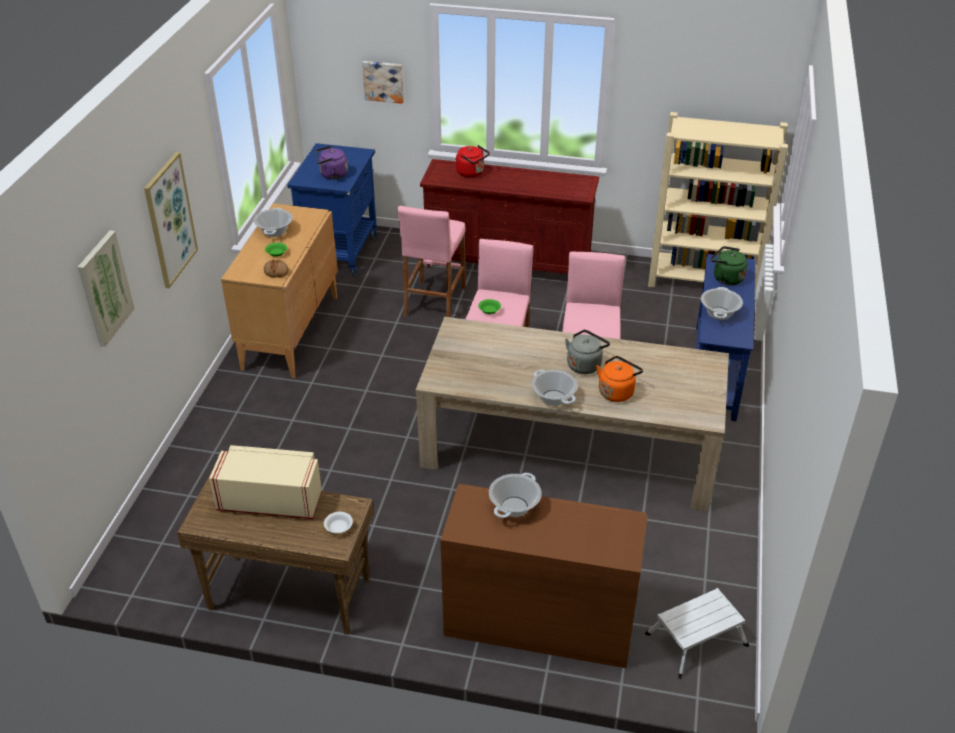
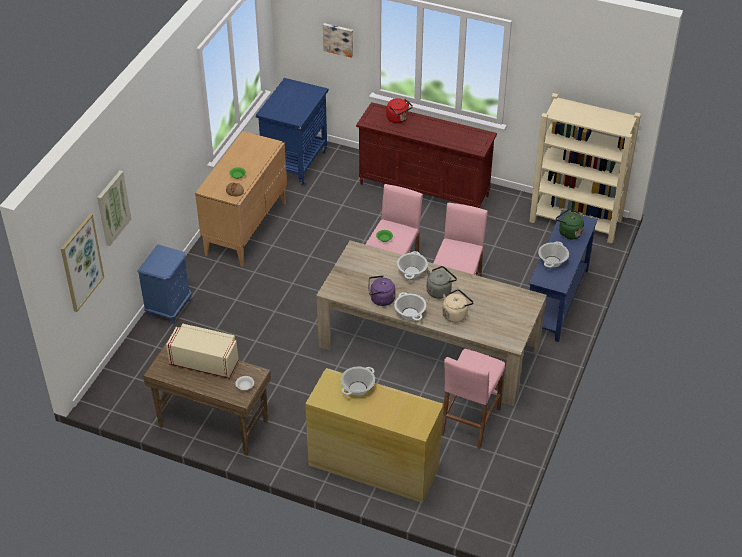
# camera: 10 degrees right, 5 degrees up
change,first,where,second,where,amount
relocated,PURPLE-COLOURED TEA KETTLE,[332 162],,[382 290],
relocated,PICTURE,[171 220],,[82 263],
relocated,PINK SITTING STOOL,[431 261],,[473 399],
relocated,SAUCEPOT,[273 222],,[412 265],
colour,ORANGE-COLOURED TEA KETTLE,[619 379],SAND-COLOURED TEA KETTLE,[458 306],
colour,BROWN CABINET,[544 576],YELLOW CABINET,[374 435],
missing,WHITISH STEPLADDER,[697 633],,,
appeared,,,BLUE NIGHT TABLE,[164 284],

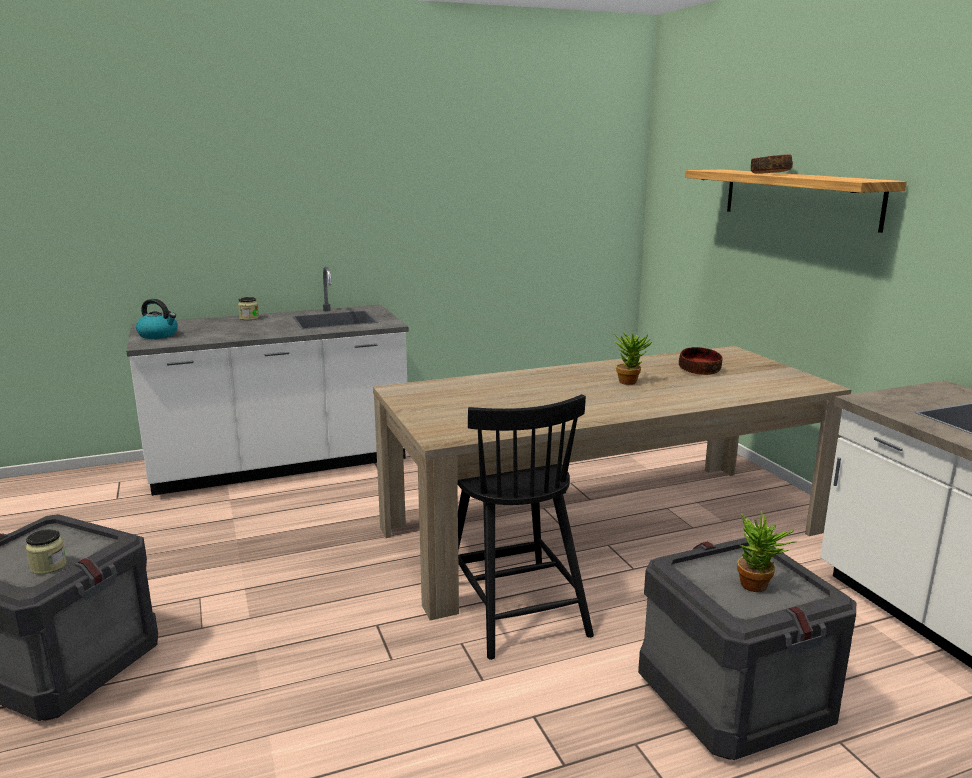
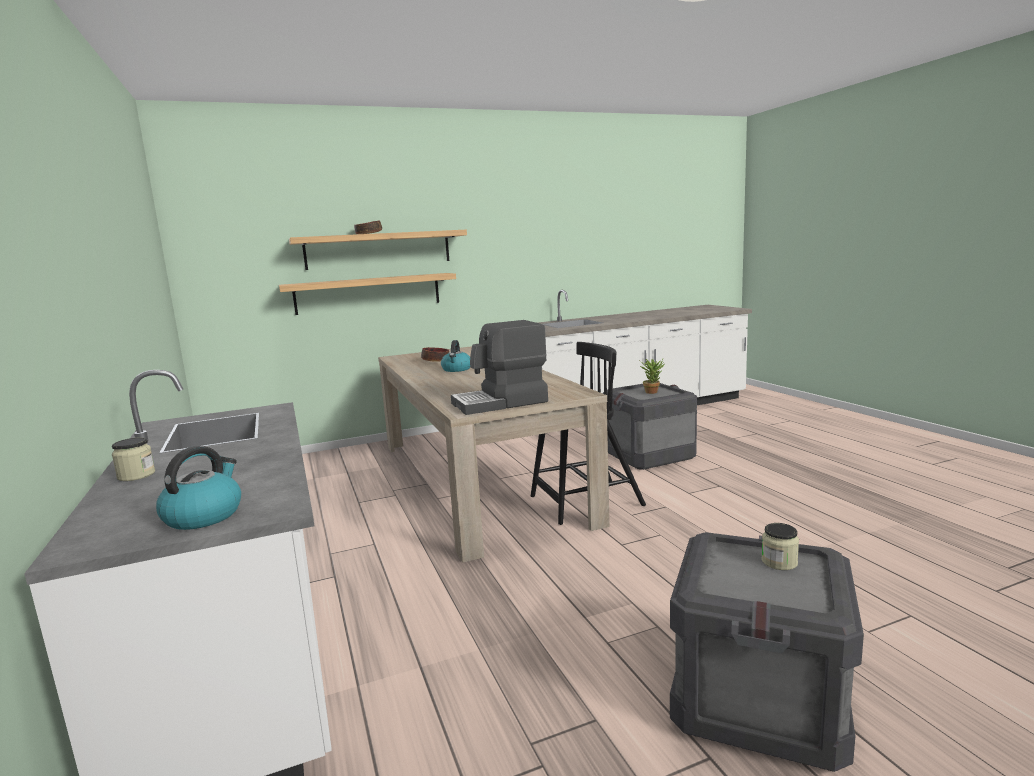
# camera: 90 degrees left, 5 degrees down
change,first,where,second,where,amount
exchanged,HOUSEPLANT,[632 359],TEA KETTLE,[455 356],
appeared,,,BRACKET SHELF,[367 294],
appeared,,,COFFEE BREWER,[499 367],

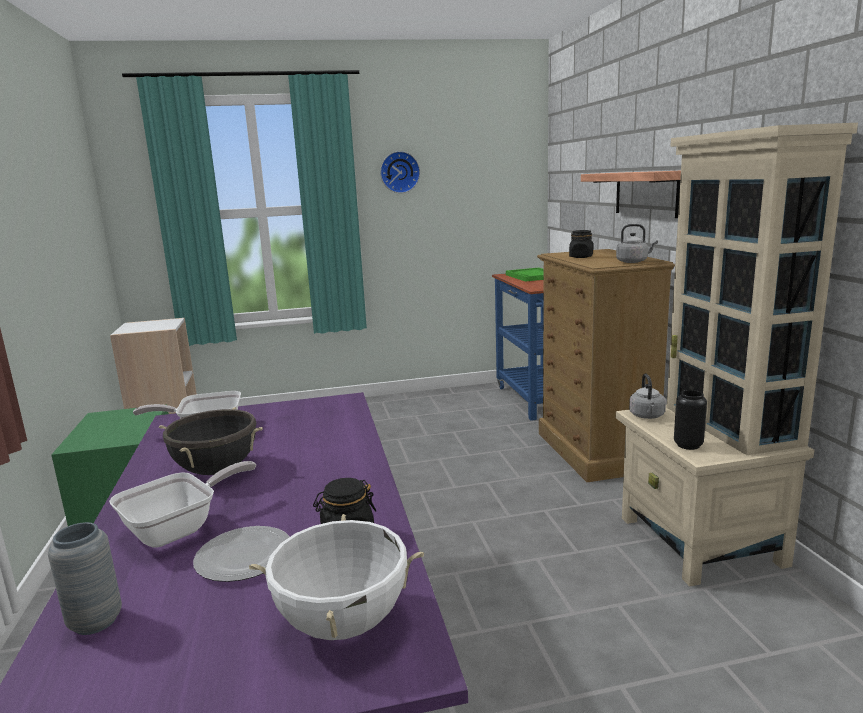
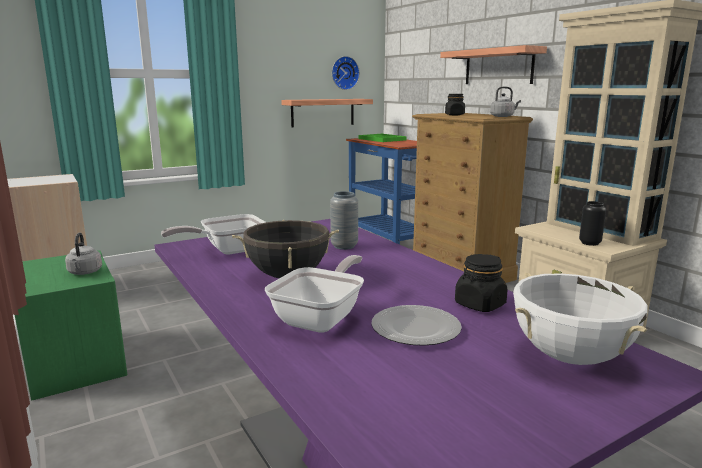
# camera: 20 degrees left, 0 degrees up
change,first,where,second,where,amount
relocated,HANGING CLOCK,[400 172],,[346 73],
relocated,GREYISH TEA KETTLE,[647 396],,[83 254],
relocated,GREYISH DECORATIVE VASE,[85 578],,[344 220],
appeared,,,BRACKET SHELF,[327 113],

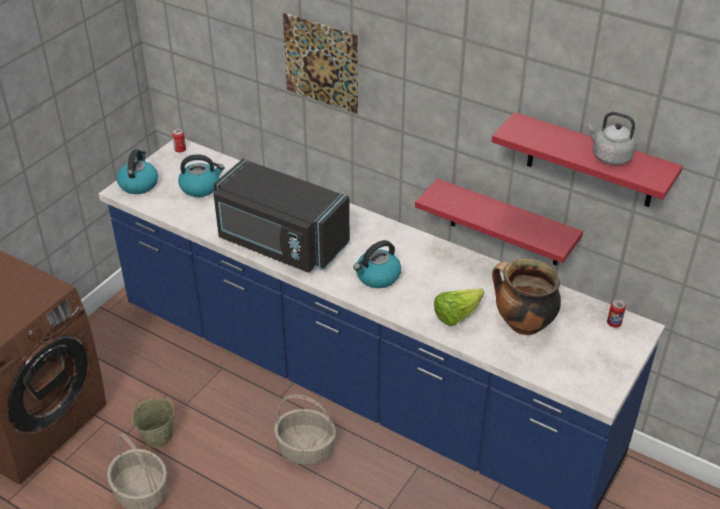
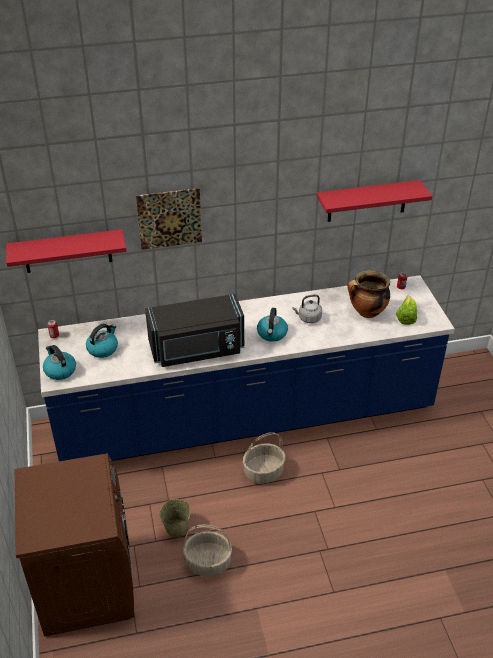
# camera: 45 degrees left, 0 degrees up
change,first,where,second,where,amount
relocated,GREYISH TEA KETTLE,[611 138],,[307 308],
relocated,RED BRACKET SHELF,[499 222],,[66 251],
relocated,LETTUCE HEAD,[459 307],,[406 310],

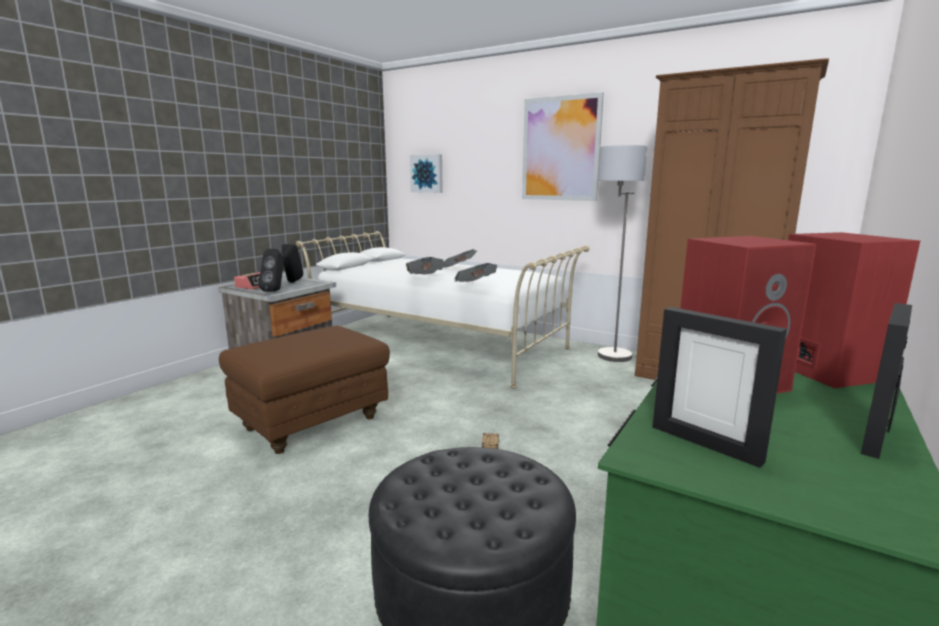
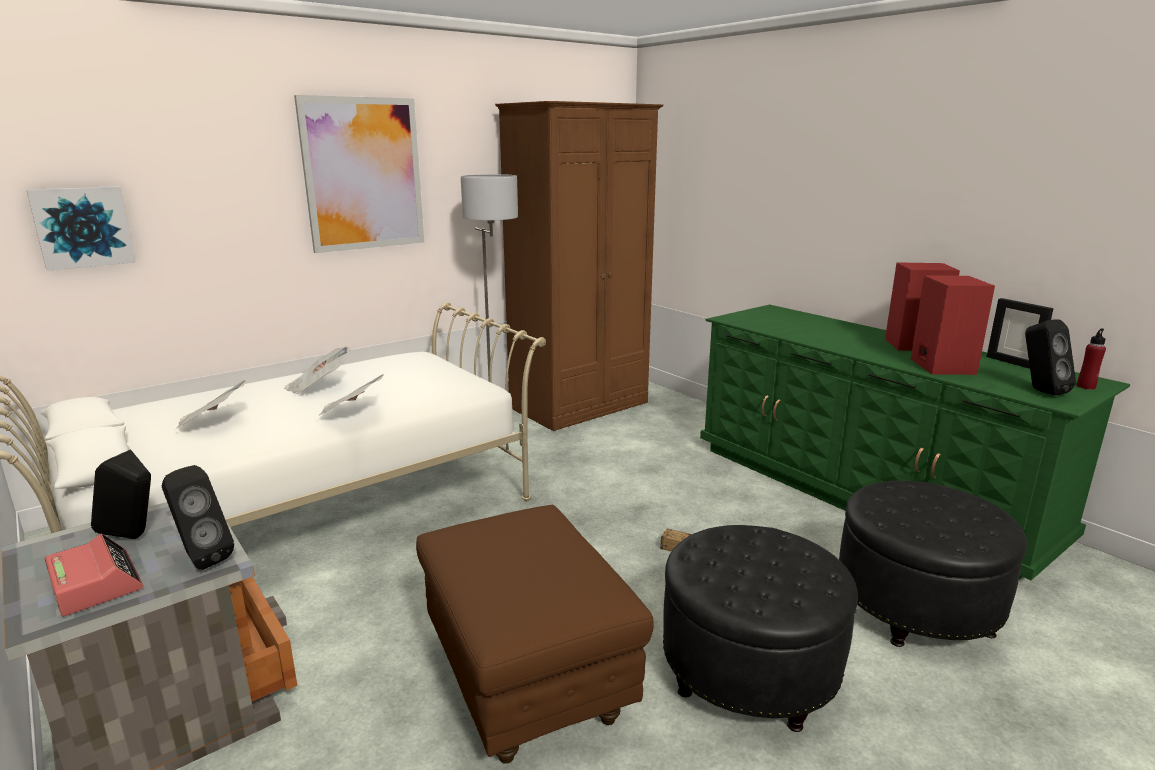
# camera: 70 degrees left, 5 degrees up
change,first,where,second,where,amount
relocated,NEWSPAPER,[476 272],,[211 404],
exchanged,PICTURE FRAME,[720 387],BLACKISH SPEAKER,[1050 357],
appeared,,,RED BEVERAGE BOTTLE,[1091 359],
appeared,,,BLACKISH POUFFE,[760 628],

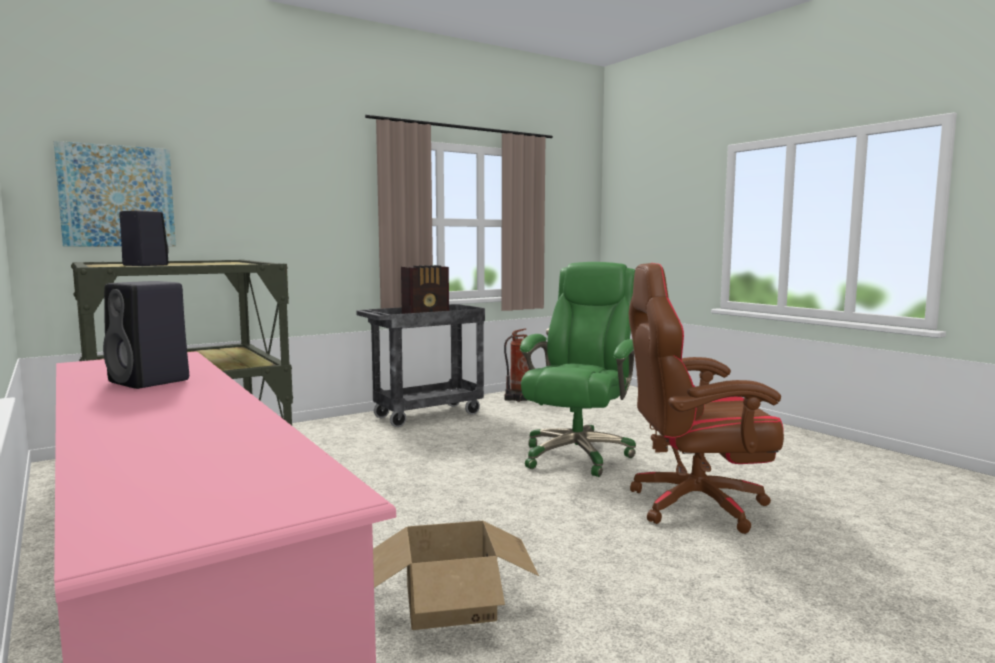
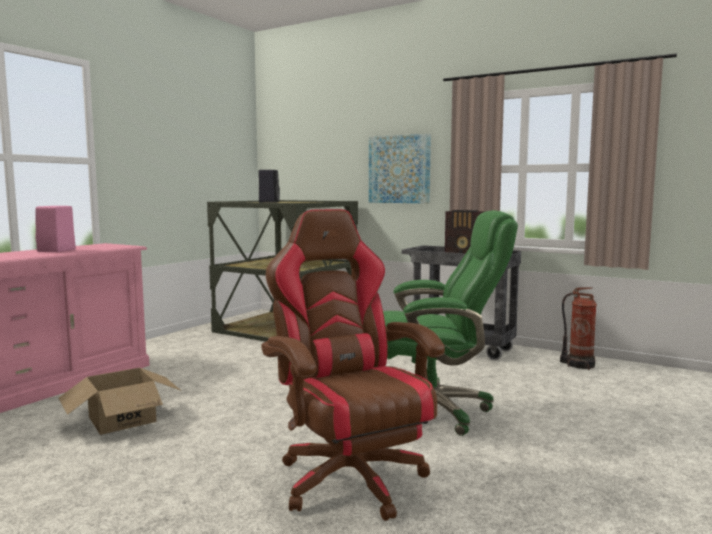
# camera: 65 degrees right, 0 degrees up
change,first,where,second,where,amount
relocated,PICTURE,[115 194],,[400 169],
colour,BLACKISH SPEAKER,[146 335],PINK SPEAKER,[55 229],

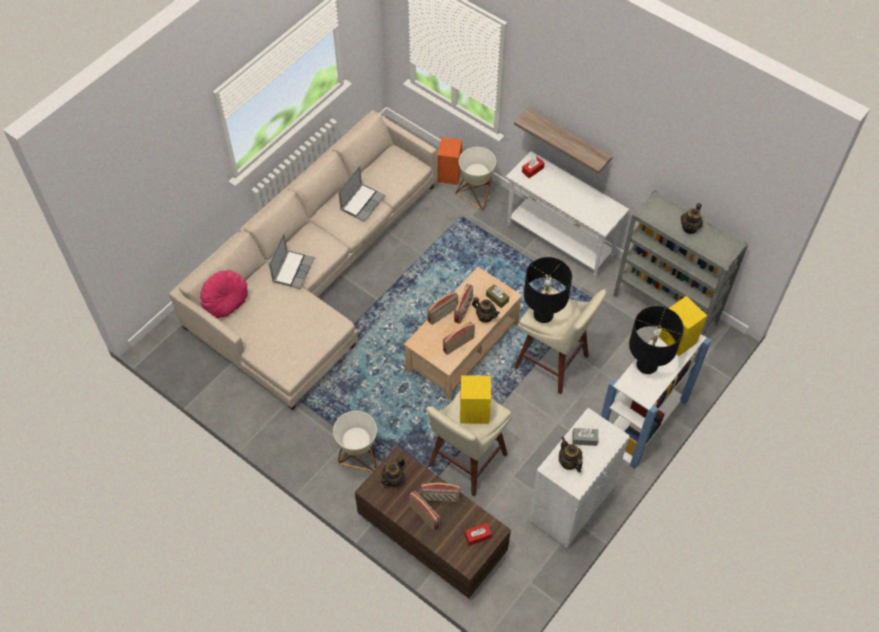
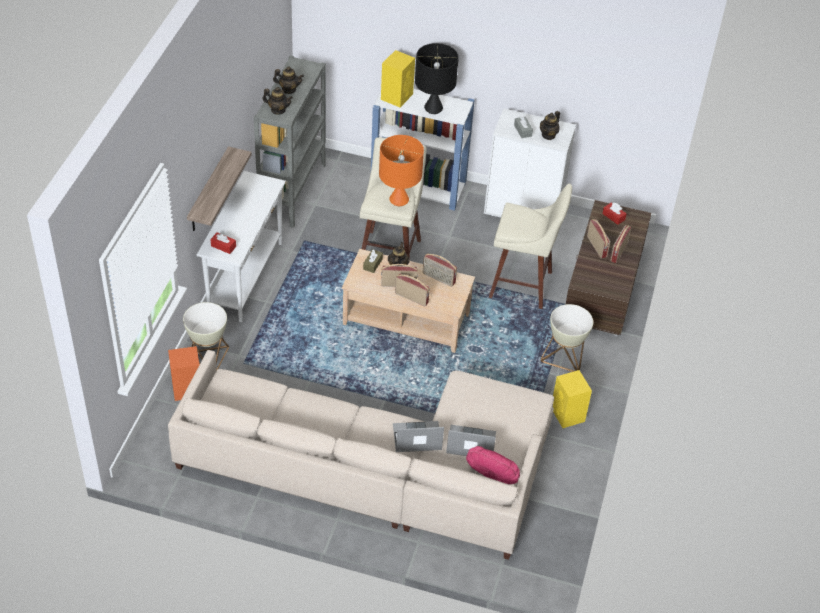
# camera: 115 degrees left, 10 degrees down
change,first,where,second,where,amount
relocated,LAPTOP,[361 193],,[471 440],
colour,BLACKISH TABLETOP LAMP,[548 290],ORANGE-COLOURED TABLETOP LAMP,[401 170],
relocated,YELLOW SPEAKER,[475 399],,[572 399],
relocated,TEA POT,[393 472],,[277 101],

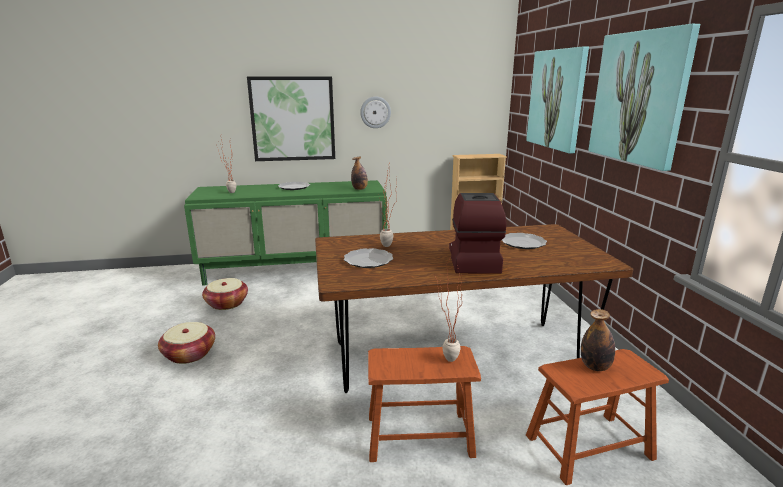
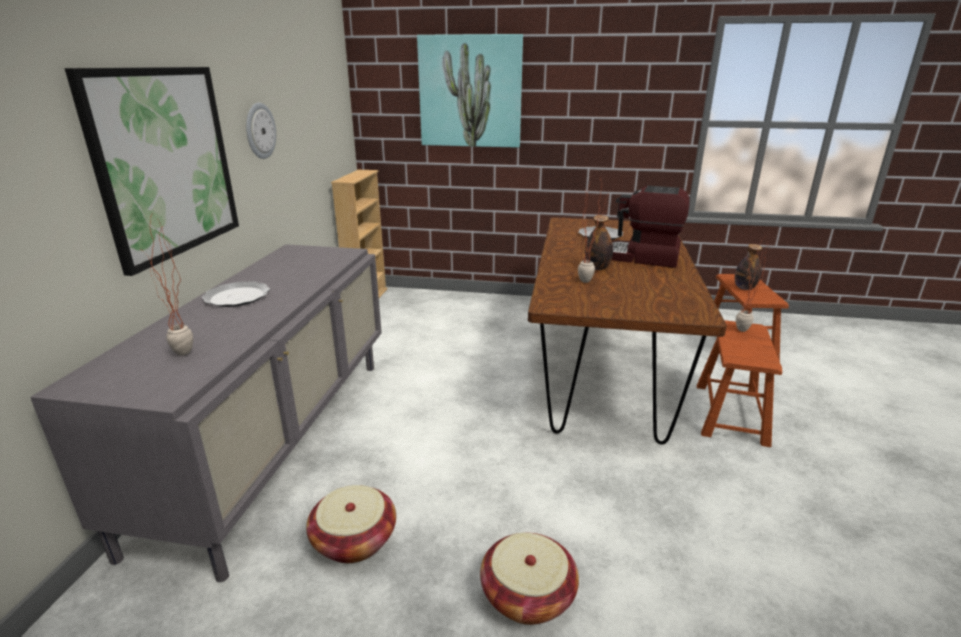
# camera: 70 degrees left, 5 degrees up
change,first,where,second,where,amount
missing,PICTURE,[644 97],,,
relocated,BEVERAGE BOTTLE,[359 173],,[599 242],
colour,GREEN CABINET,[285 233],GREYISH CABINET,[206 413],
missing,PLATE,[369 258],,,

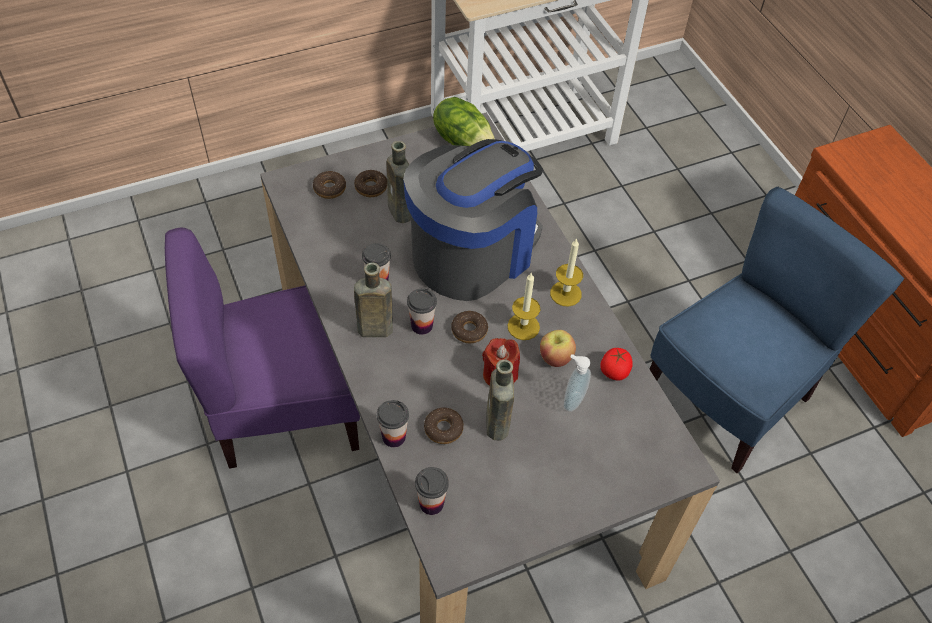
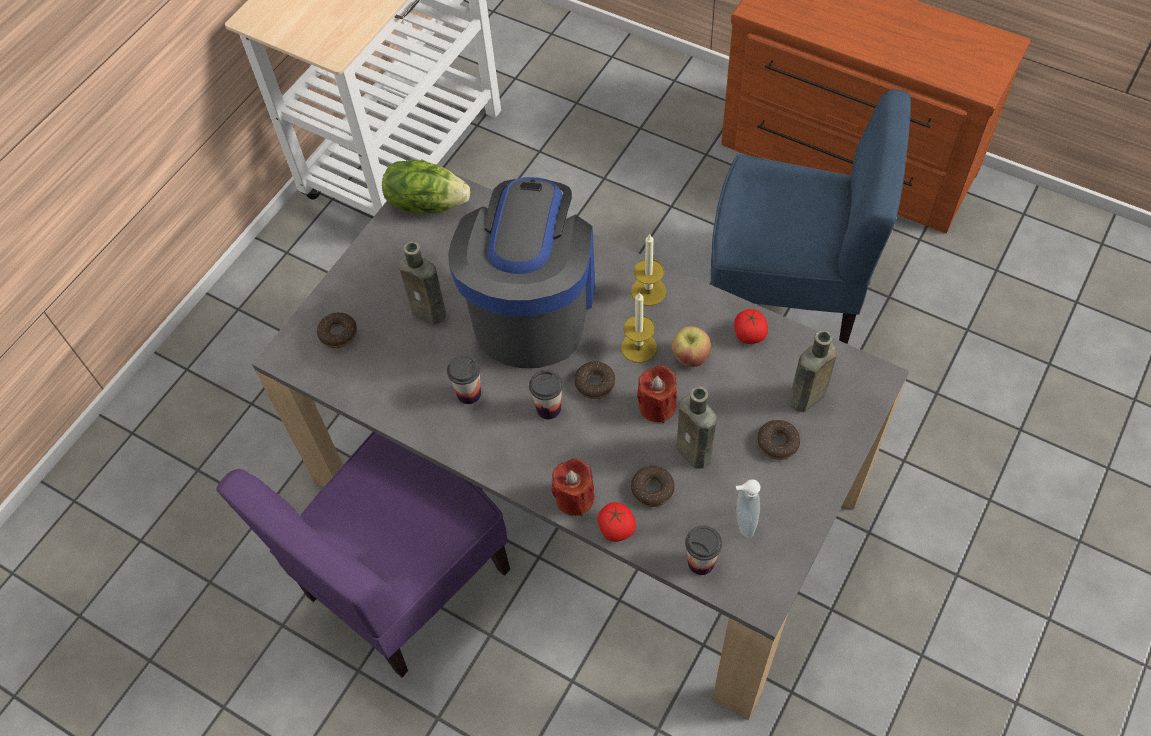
# camera: 30 degrees left, 5 degrees up
change,first,where,second,where,amount
relocated,DOUGHNUT,[370 183],,[778 440],
spun,BLUE UPRIGHT CHAIR,[777 330],,[811 216],90 degrees clockwise
relocated,BROWN BEVERAGE BOTTLE,[373 299],,[813 371],
relocated,SOAP BOTTLE,[577 383],,[748 508],
exchanged,SMALL CUP,[393 423],FRESH TOMATO,[616 522],
appeared,,,RED WAX CANDLE,[573 487],

